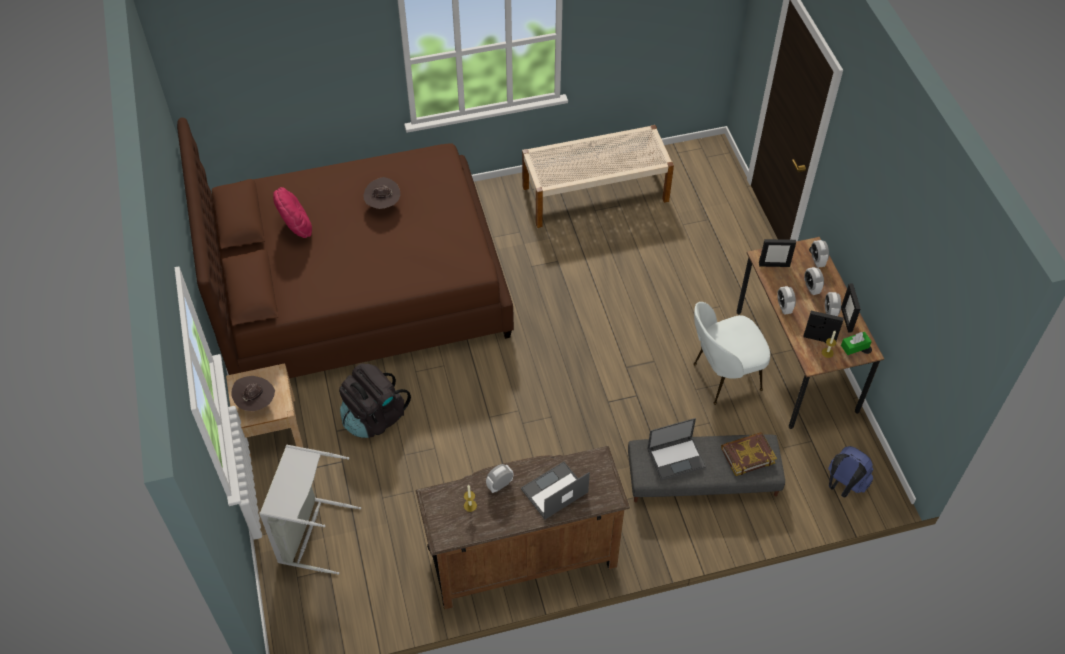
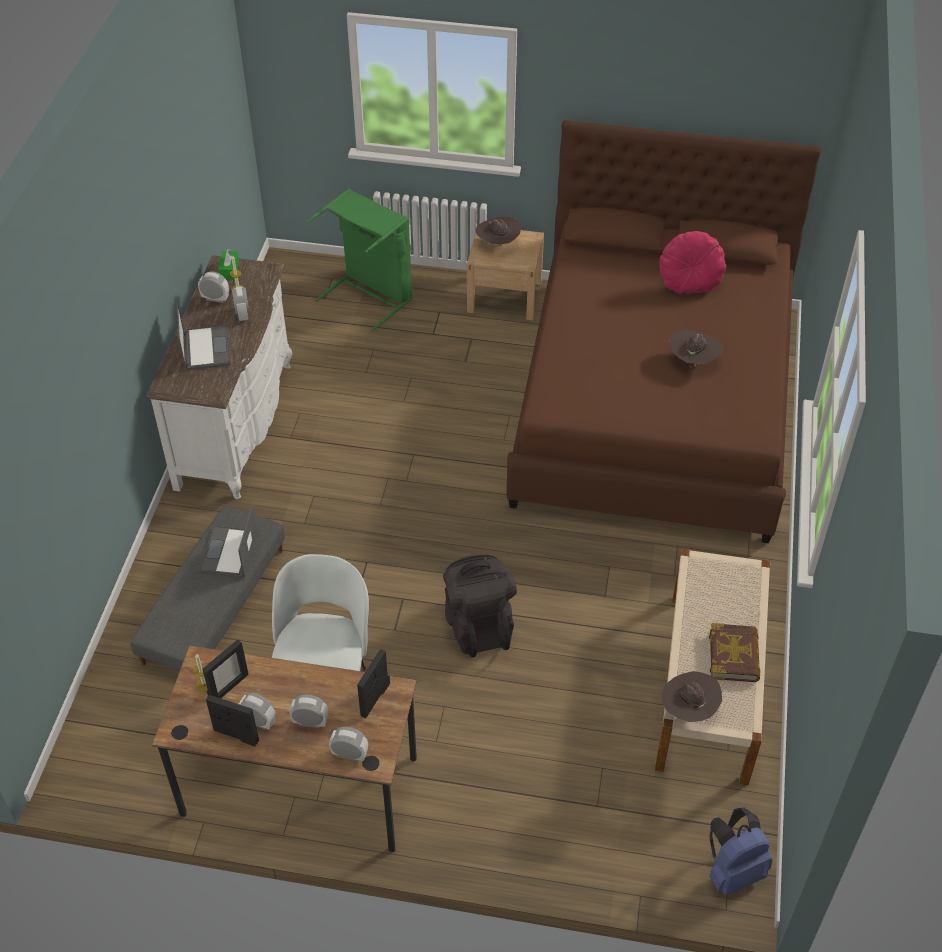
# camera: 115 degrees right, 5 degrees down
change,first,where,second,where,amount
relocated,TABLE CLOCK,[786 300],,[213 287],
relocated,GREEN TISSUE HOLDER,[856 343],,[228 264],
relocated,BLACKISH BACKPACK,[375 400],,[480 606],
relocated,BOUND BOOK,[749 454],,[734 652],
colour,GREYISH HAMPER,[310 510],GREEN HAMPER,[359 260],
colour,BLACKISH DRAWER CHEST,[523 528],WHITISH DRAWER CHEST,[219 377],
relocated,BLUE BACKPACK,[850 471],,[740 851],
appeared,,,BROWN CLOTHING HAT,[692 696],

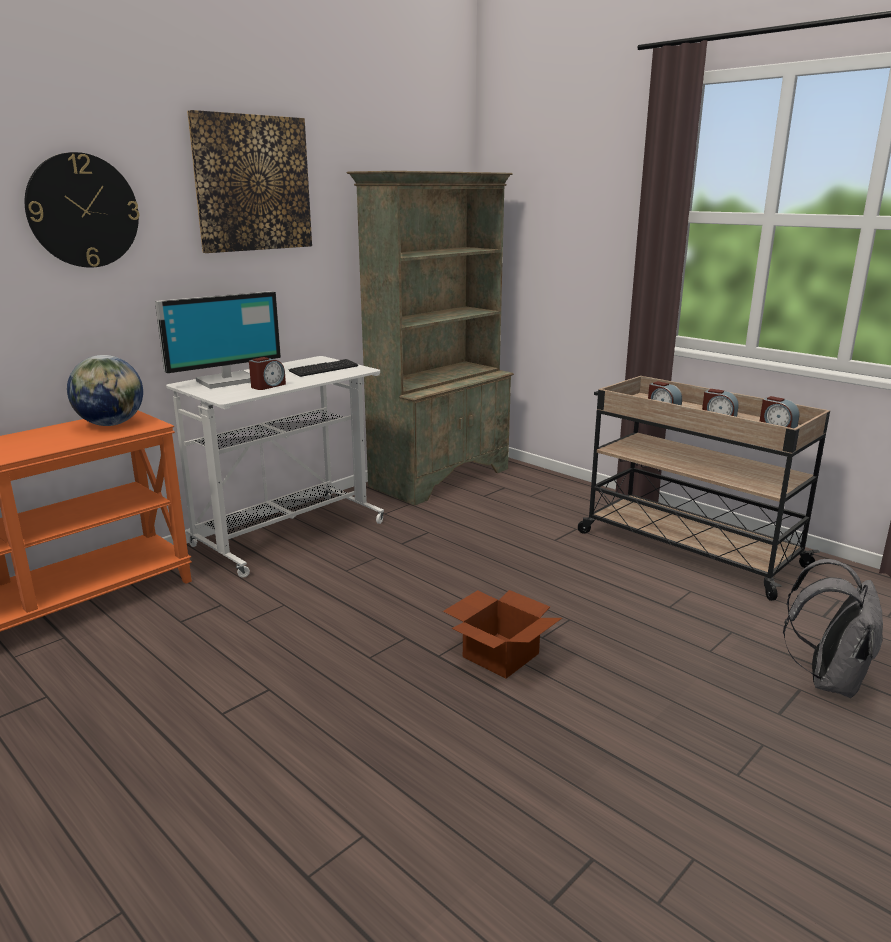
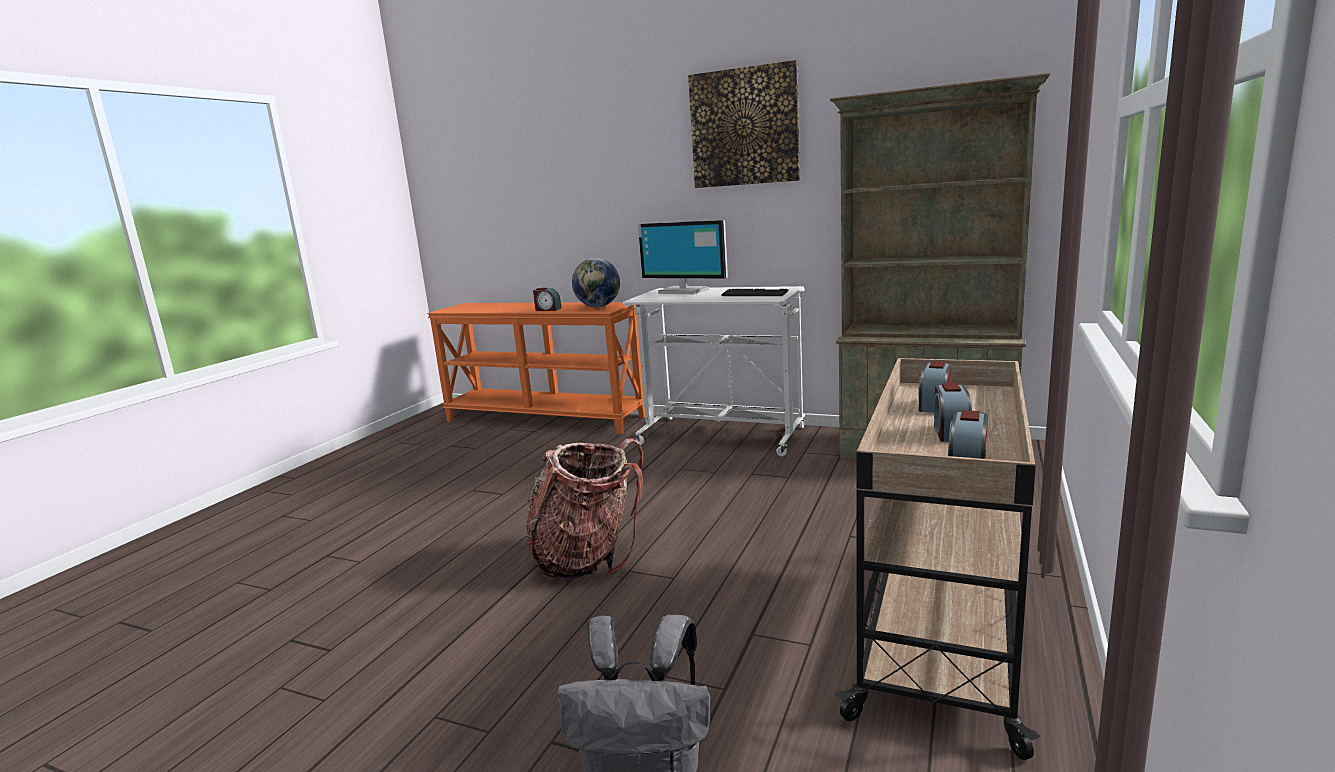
# camera: 70 degrees right, 5 degrees down
change,first,where,second,where,amount
missing,HANGING CLOCK,[82 210],,,
relocated,TABLE CLOCK,[267 373],,[547 299],
exchanged,PACKING BOX,[502 634],BACKPACK,[584 510],

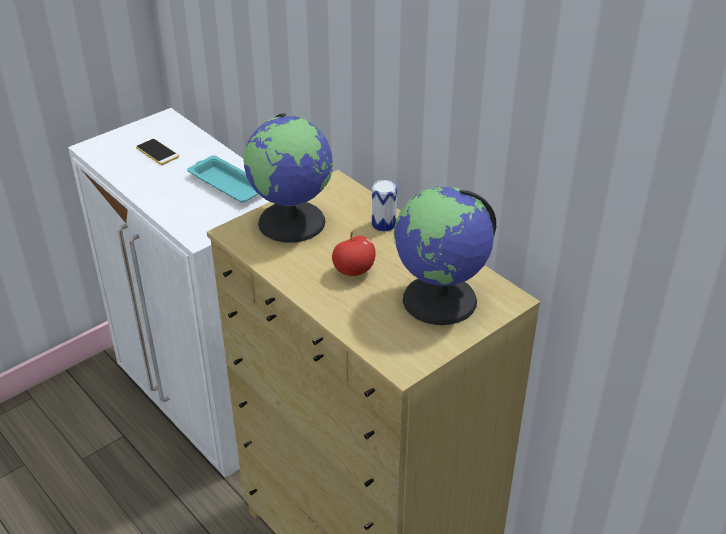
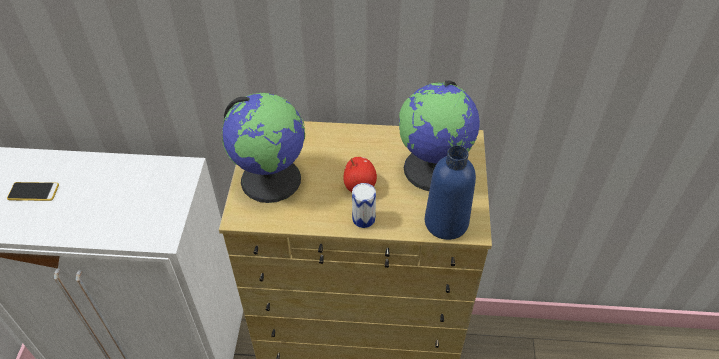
# camera: 45 degrees left, 10 degrees up
change,first,where,second,where,amount
missing,BLUE-GREEN CARRYING TRAY,[222 179],,,
relocated,METAL CAN,[384 206],,[364 205],
appeared,,,BLUE BEVERAGE BOTTLE,[450 192],

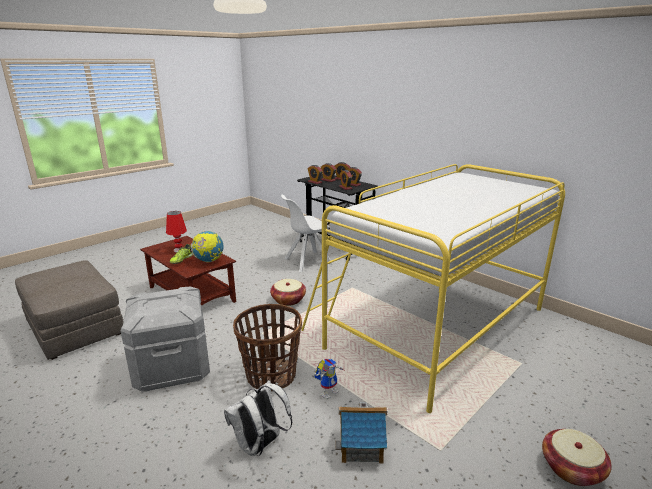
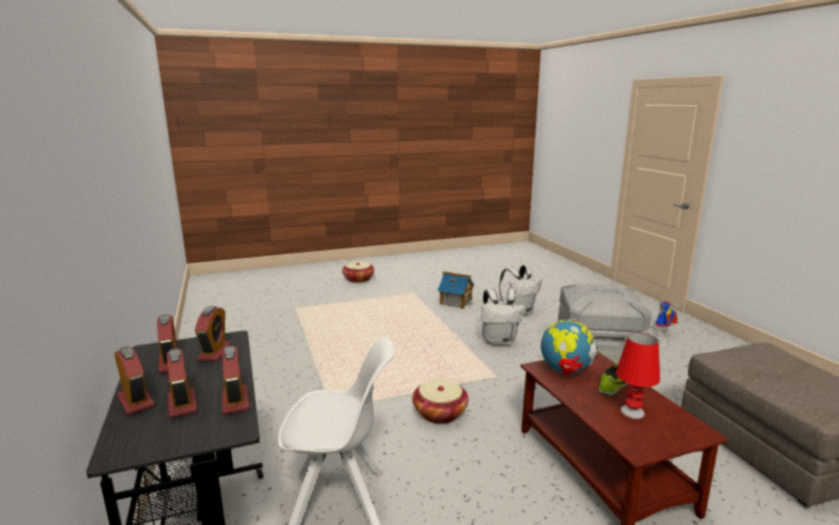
# camera: 155 degrees left, 5 degrees down
change,first,where,second,where,amount
missing,YELLOW BEDROOM BED,[433 288],,,
exchanged,HOUSEHOLD BASKET,[267 347],WHITISH BACKPACK,[503 317],
relocated,MODEL ROBOT,[329 379],,[665 319],

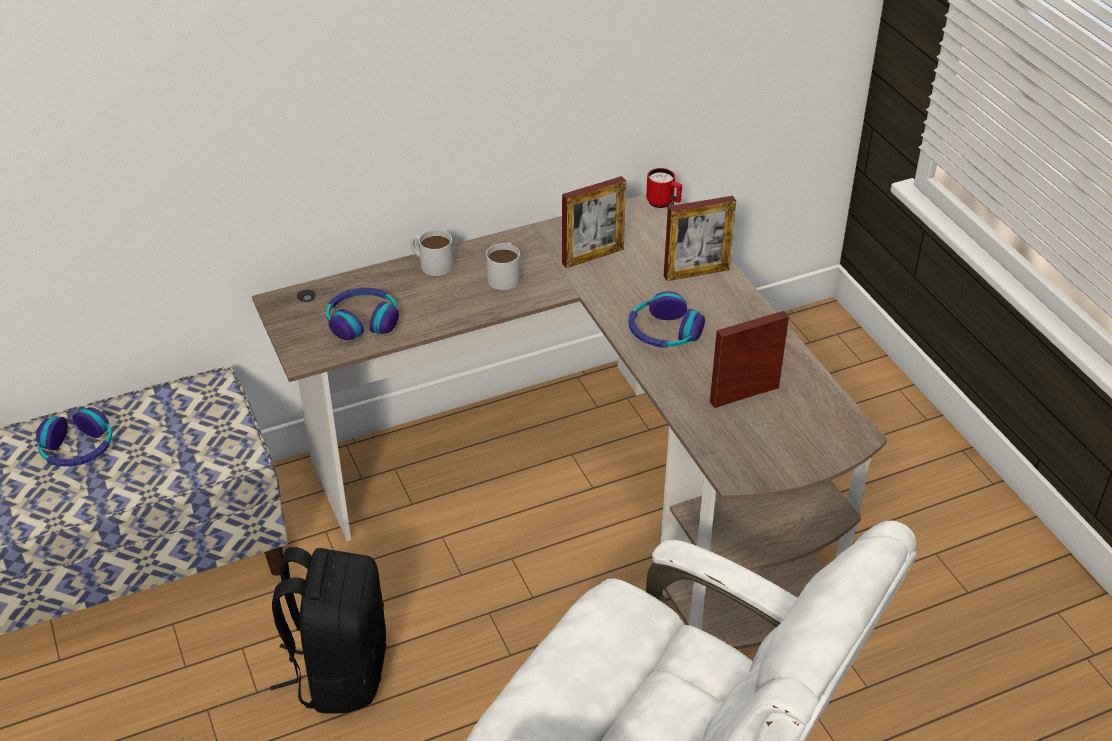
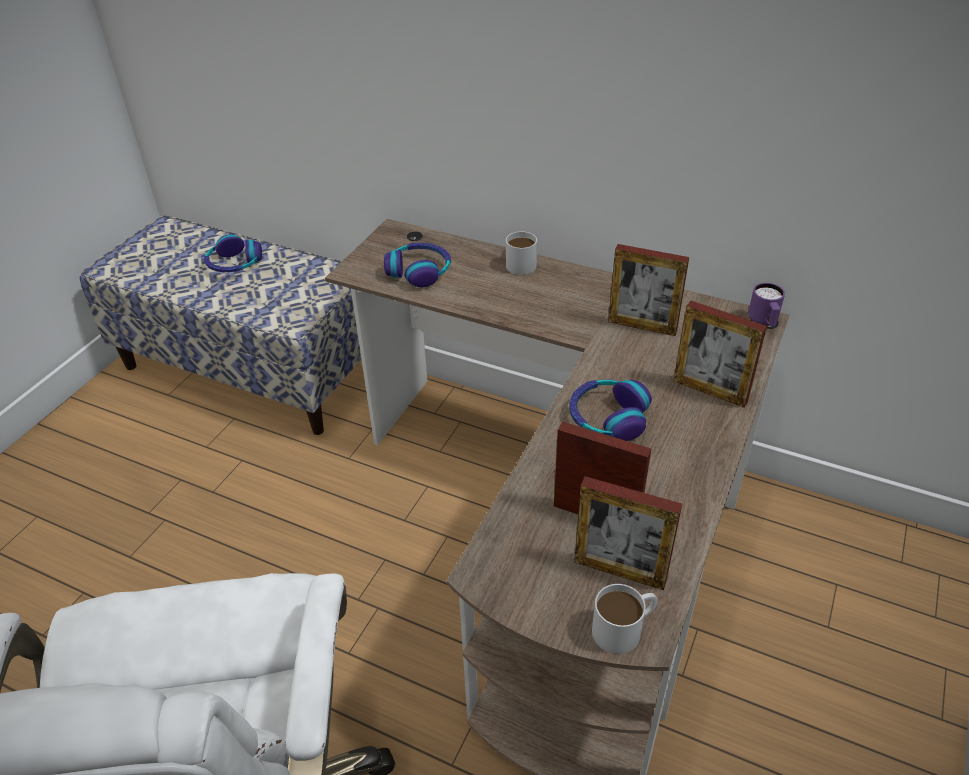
# camera: 50 degrees right, 0 degrees up
change,first,where,second,where,amount
colour,RED TEA MUG,[664 188],PURPLE-COLOURED TEA MUG,[766 305],
relocated,WHITISH TEA MUG,[503 266],,[625 619],
missing,BLACKISH BACKPACK,[328 630],,,
appeared,,,PICTURE FRAME,[628 533],

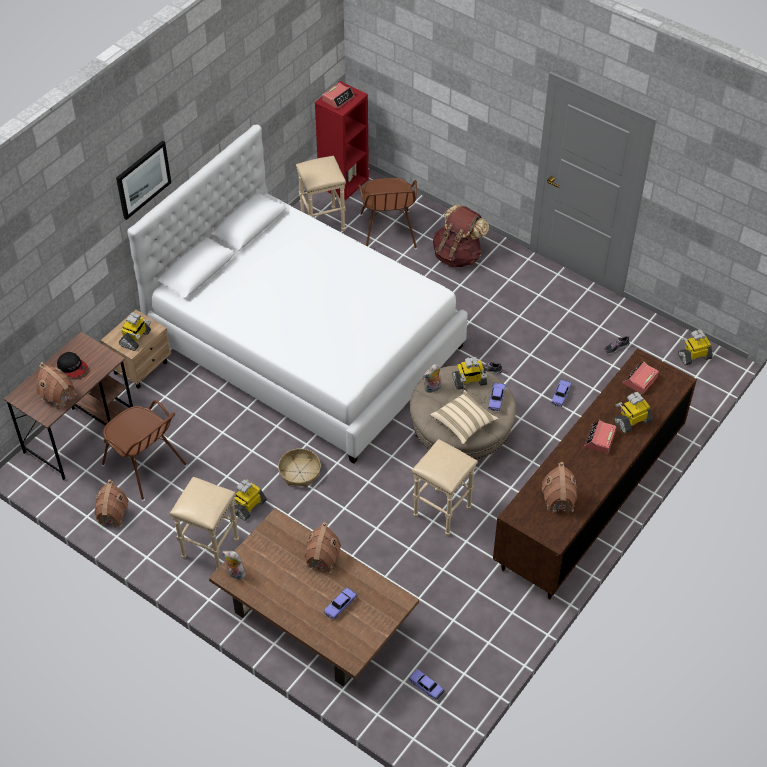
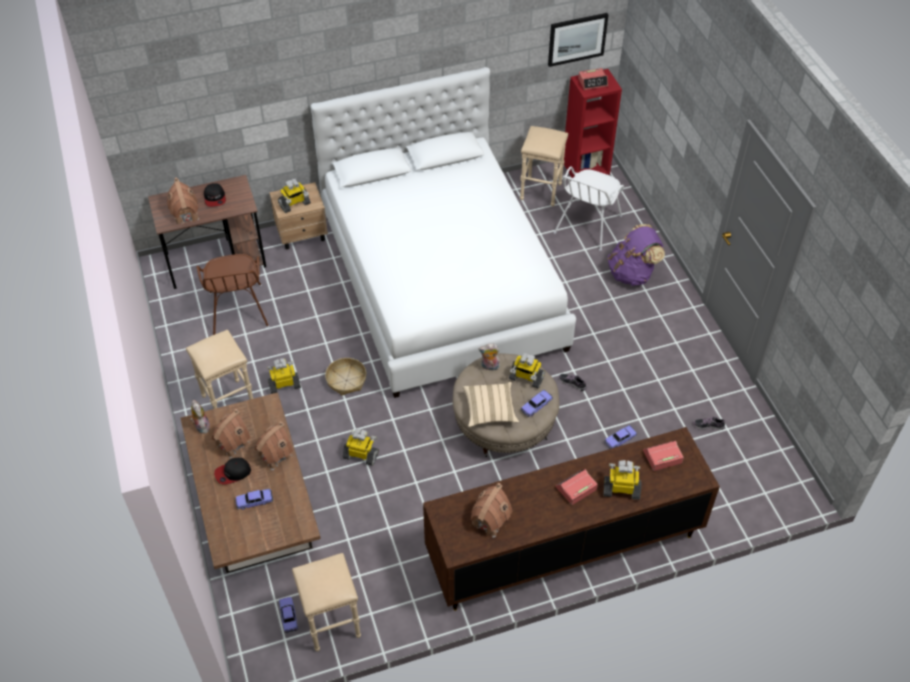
# camera: 35 degrees right, 0 degrees up
change,first,where,second,where,amount
relocated,PICTURE,[143 180],,[578 40],
colour,BROWN UPRIGHT CHAIR,[387 214],WHITISH UPRIGHT CHAIR,[589 208],
colour,BROWN BACKPACK,[461 236],PURPLE-COLOURED BACKPACK,[636 255],
relocated,MODEL ROBOT,[695 347],,[361 447],
relocated,SAND-COLOURED SITTING STOOL,[445 487],,[326 602],
relocated,MODEL HOUSE,[112 503],,[231 433],
appeared,,,PEAKED CAP,[232 471],

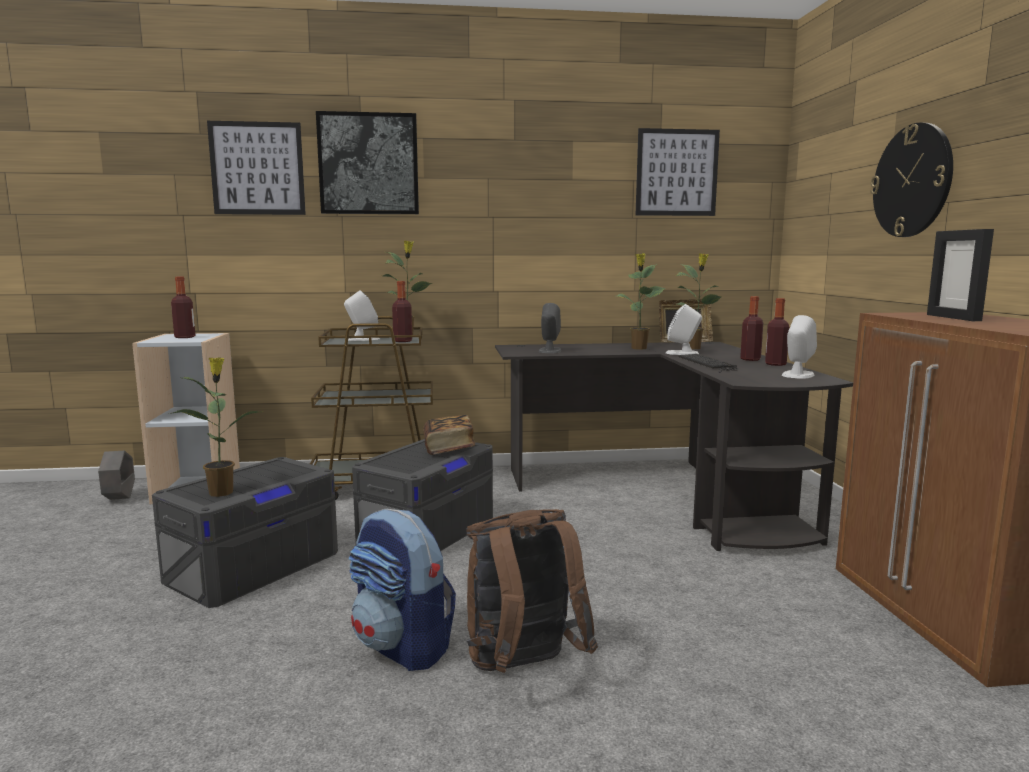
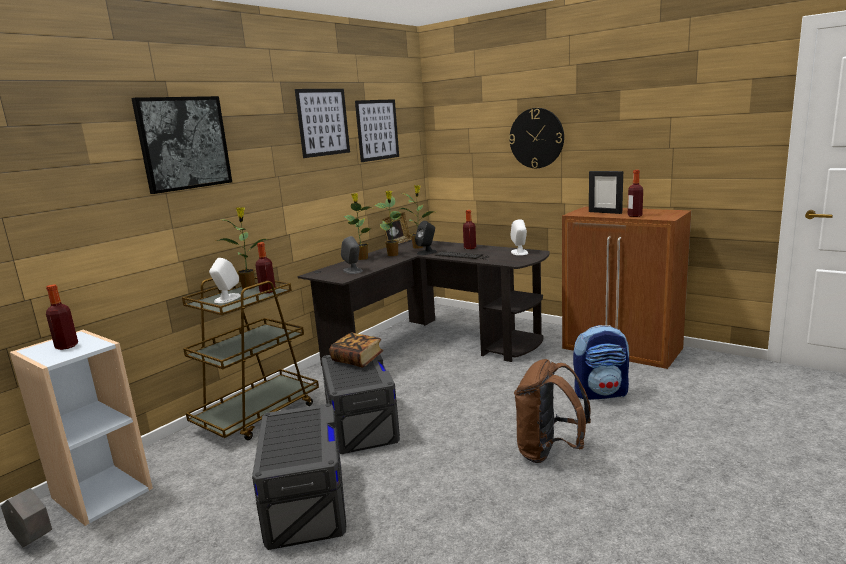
# camera: 45 degrees left, 5 degrees up
change,first,where,second,where,amount
relocated,PICTURE,[256 168],,[322 123],
relocated,BEVERAGE BOTTLE,[777 332],,[635 193],
colour,WHITISH SPEAKER,[684 329],BLACKISH SPEAKER,[426 238],
relocated,HOUSEPLANT,[213 427],,[357 226],
relocated,BACKPACK,[402 590],,[601 362],

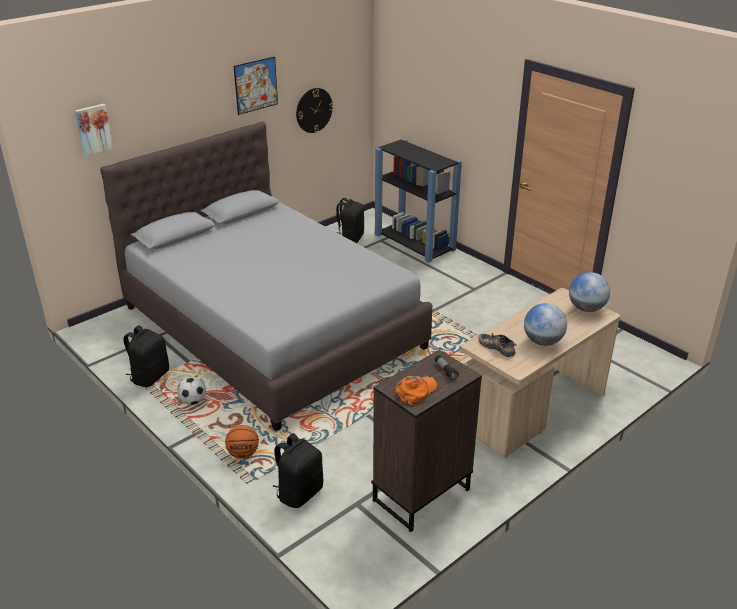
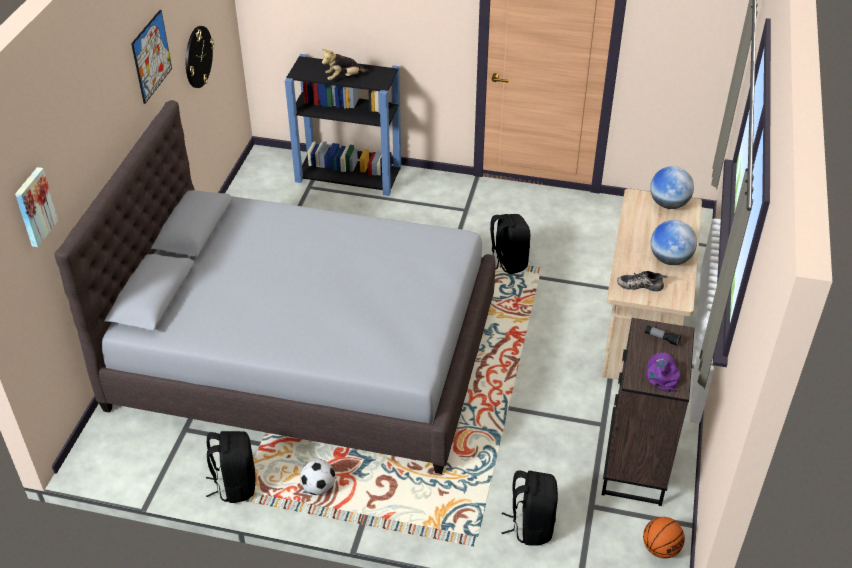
# camera: 35 degrees left, 10 degrees up
change,first,where,second,where,amount
relocated,BLACKISH BACKPACK,[350 220],,[510 244],
colour,ORANGE-COLOURED PEAKED CAP,[416 391],PURPLE-COLOURED PEAKED CAP,[663 372],
relocated,BASKETBALL BALL,[242 442],,[664 538],
appeared,,,CUDDLY TOY,[345 64],

